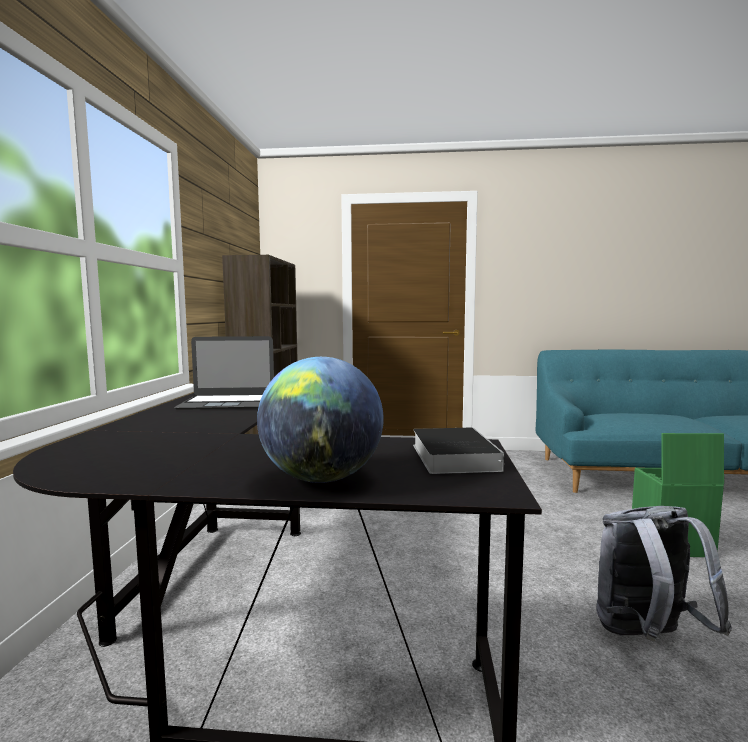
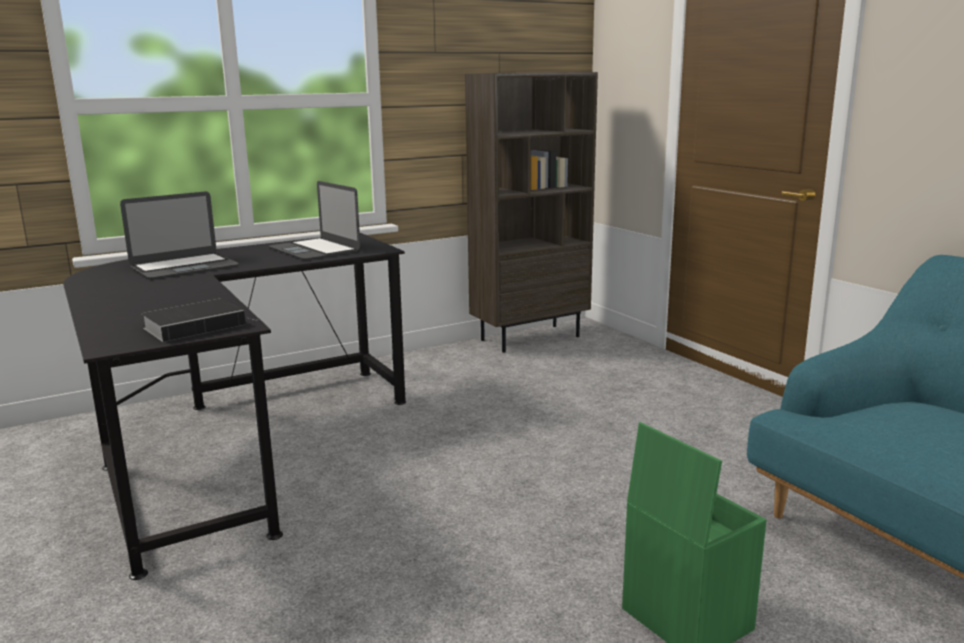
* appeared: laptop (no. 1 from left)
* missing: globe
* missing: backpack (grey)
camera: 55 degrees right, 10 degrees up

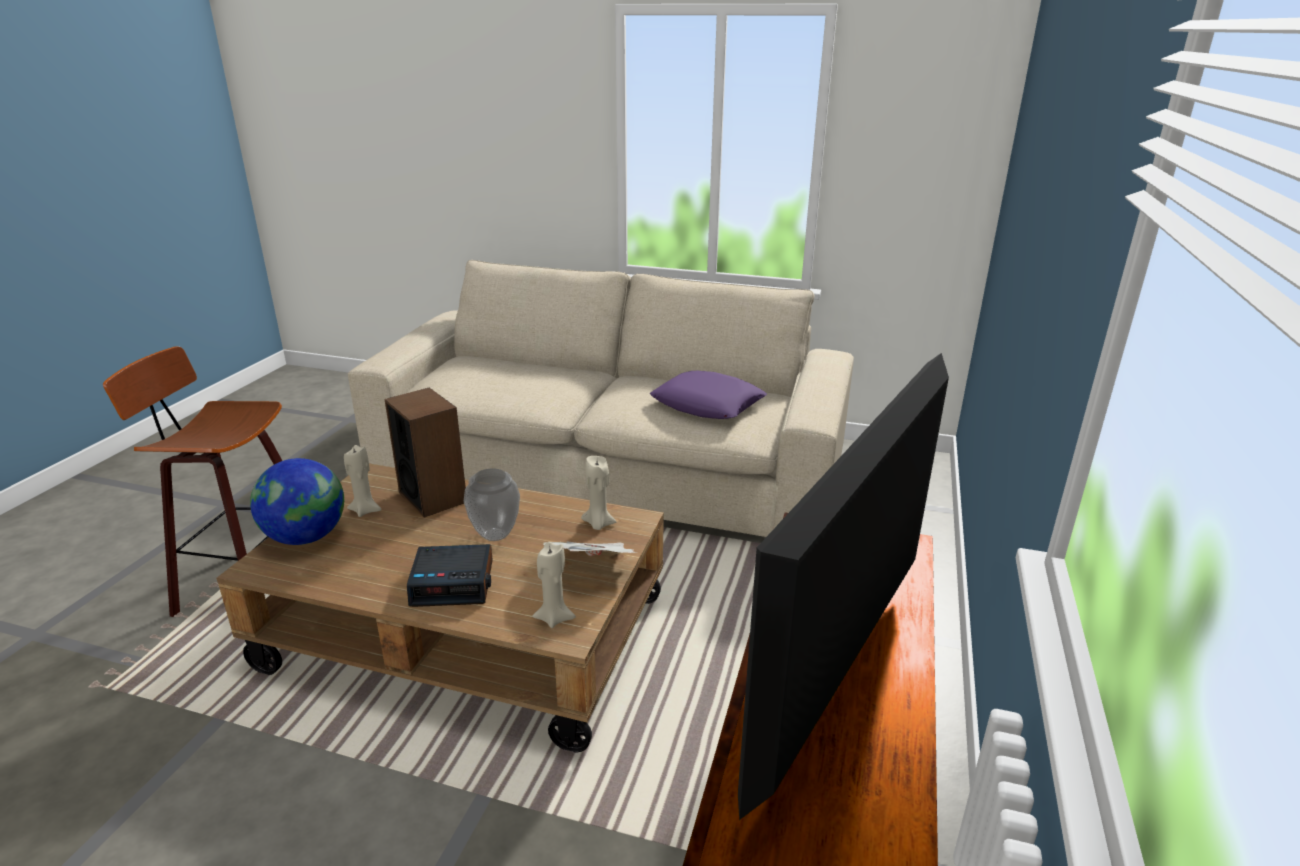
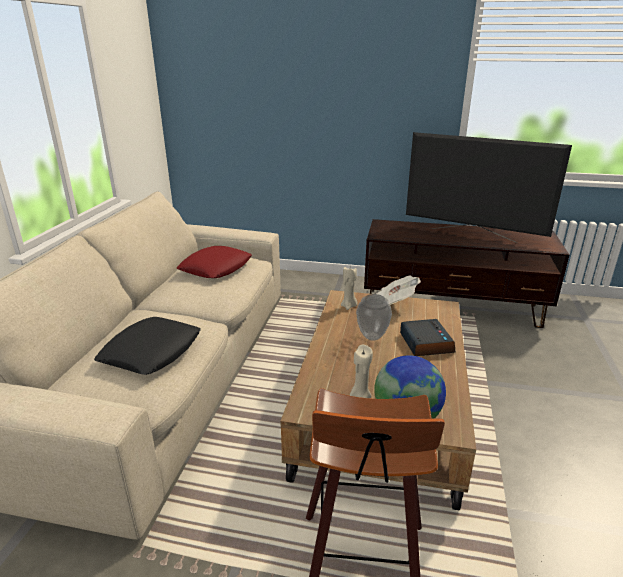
* appeared: pillow (black)
* colour: pillow (purple) to pillow (red)
* missing: speaker
* missing: candle (beige) (no. 2 from left)
camera: 95 degrees left, 0 degrees up

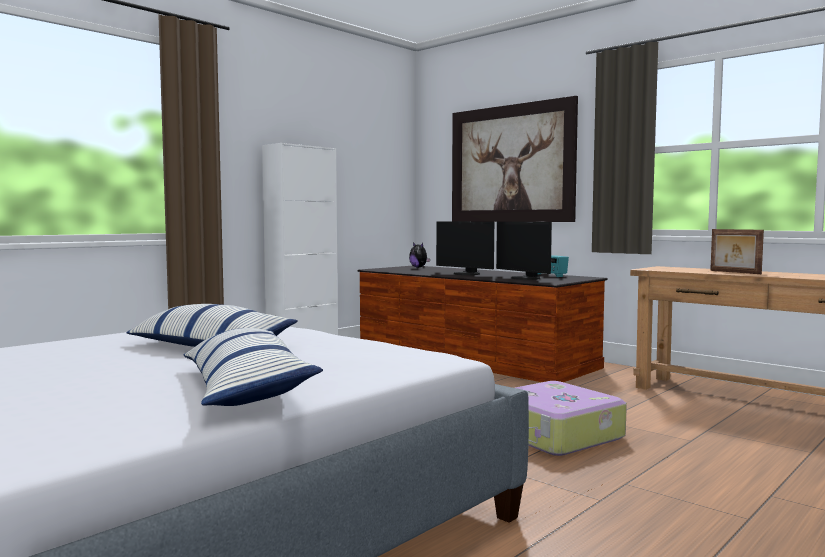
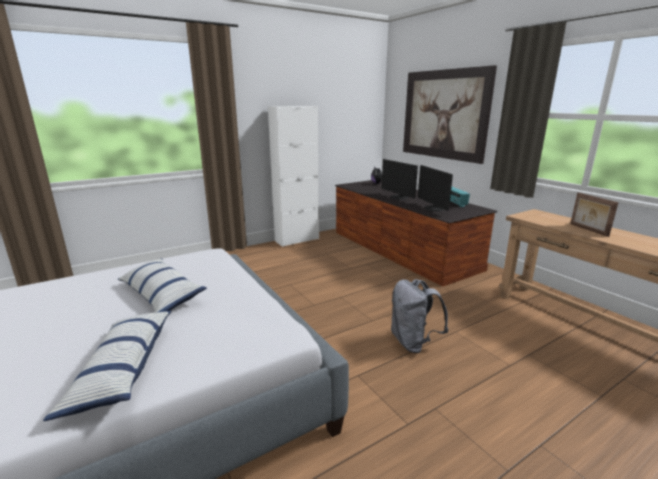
* exchanged: suitcase to backpack (grey)
camera: 15 degrees right, 15 degrees up

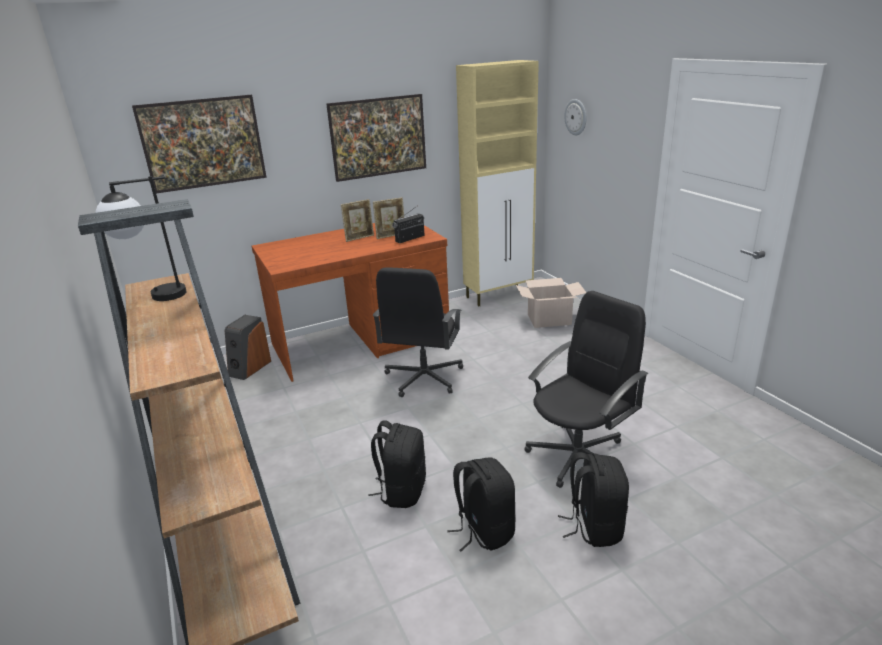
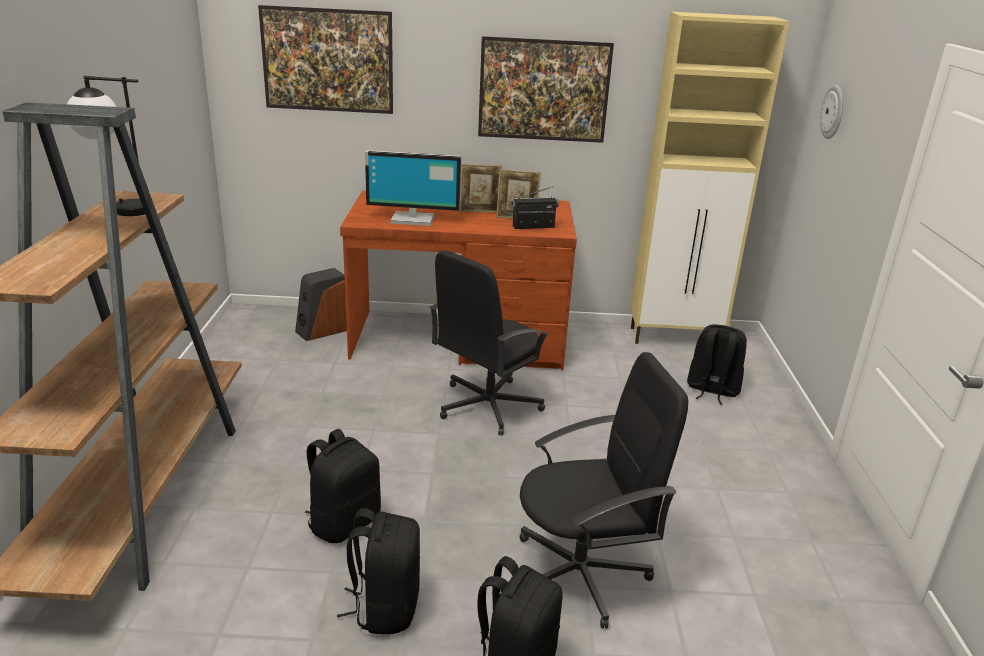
* appeared: monitor
* exchanged: cardboard box to backpack (black) (no. 4 from left)
camera: 25 degrees right, 0 degrees up

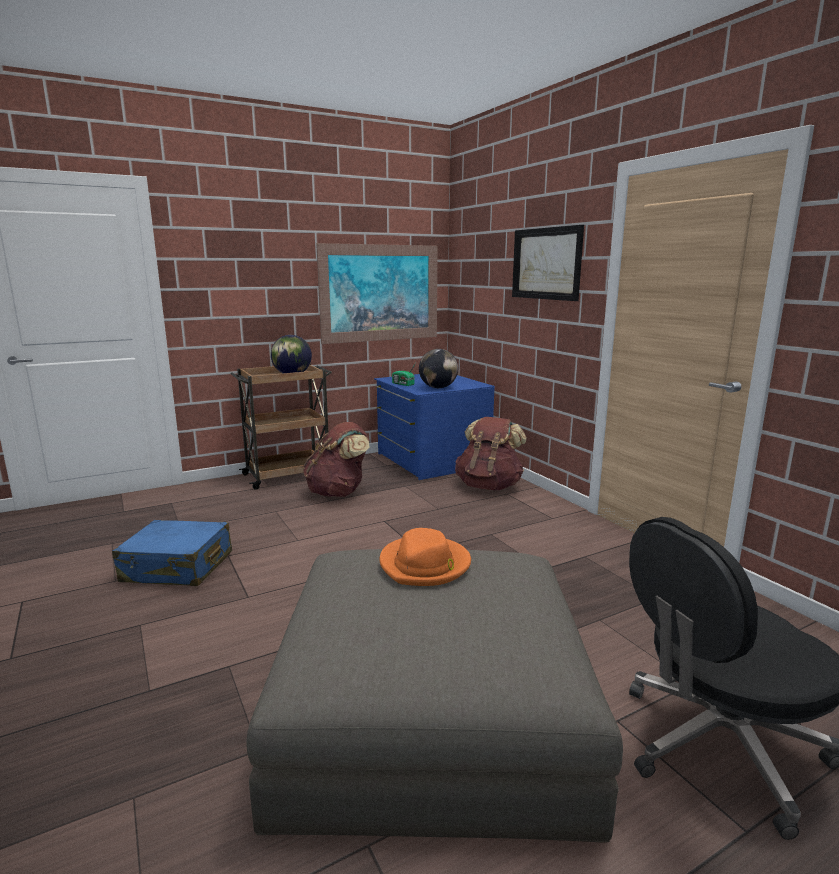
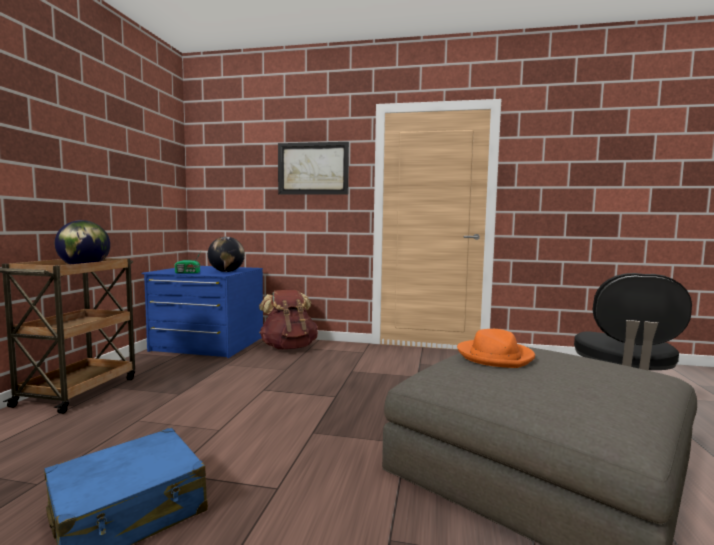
* missing: backpack (brown) (no. 1 from left)
* missing: picture (no. 1 from left)
camera: 50 degrees left, 10 degrees down

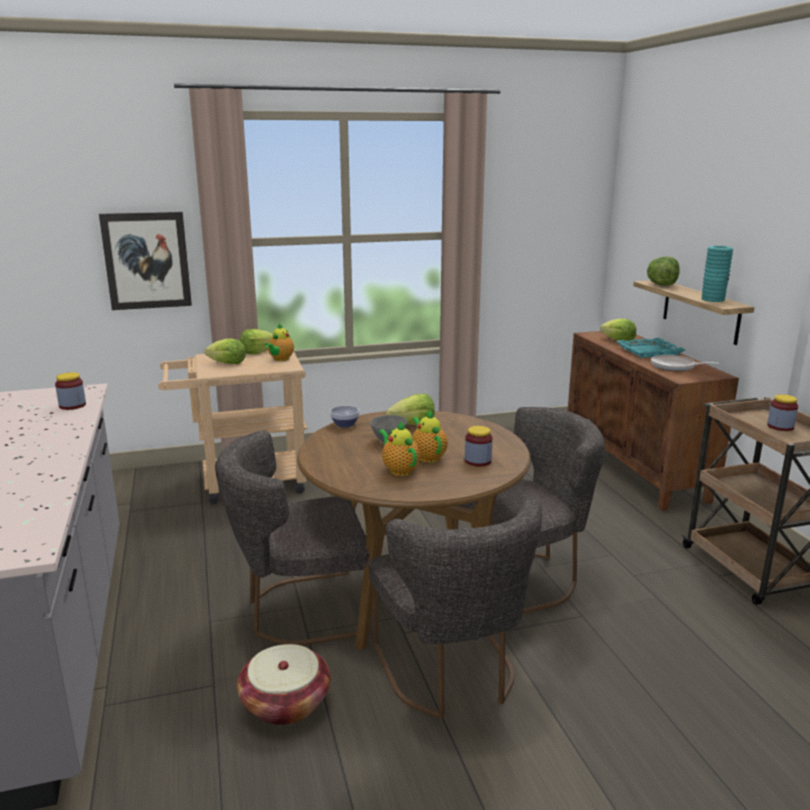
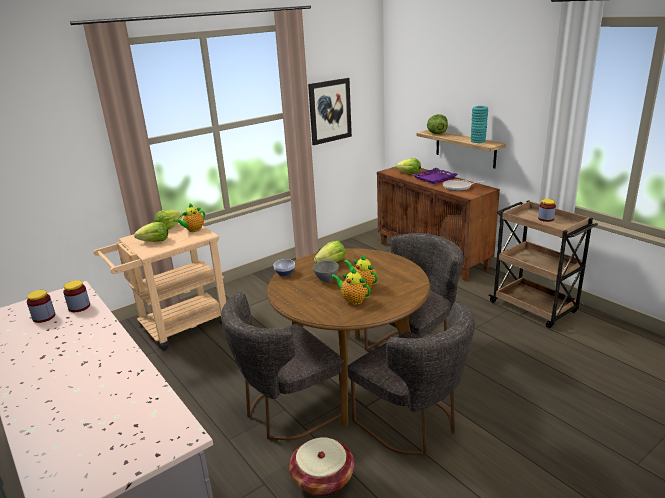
* relocated: jar (no. 2 from left in the first image) to jar (no. 1 from left)
* spun: teapot (no. 1 from left) 45 degrees clockwise
* relocated: picture
* colour: tray (turquoise) to tray (purple)
camera: 20 degrees left, 5 degrees up

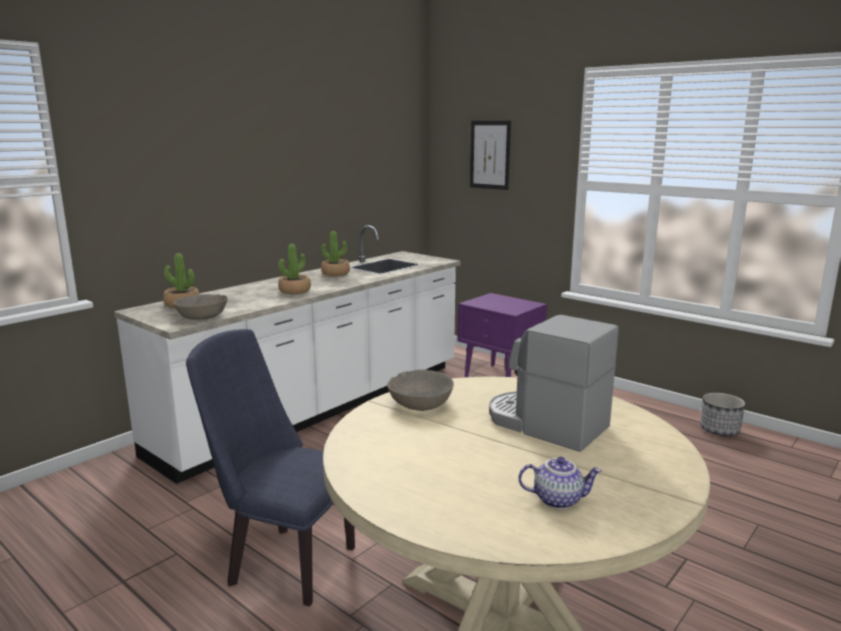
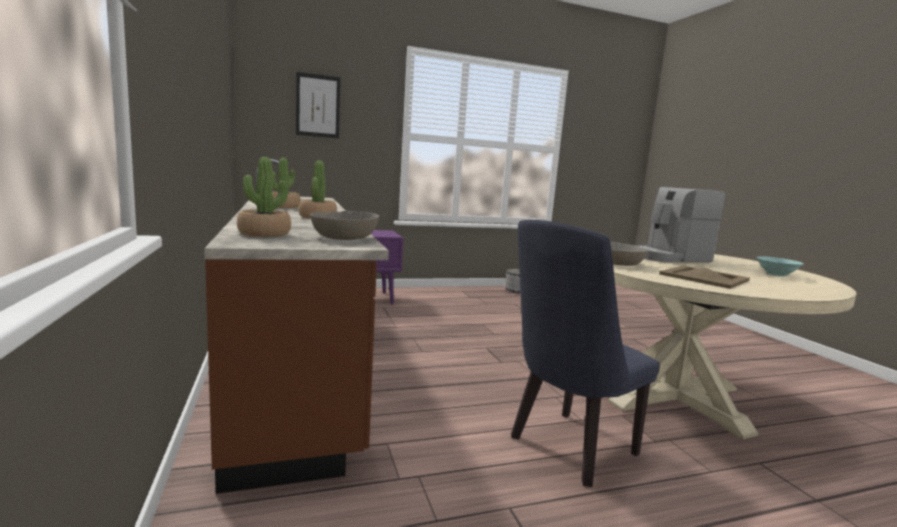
* colour: counter (white) to counter (brown)
* appeared: tray (beige)
* exchanged: teapot to bowl (turquoise)
camera: 60 degrees left, 5 degrees down

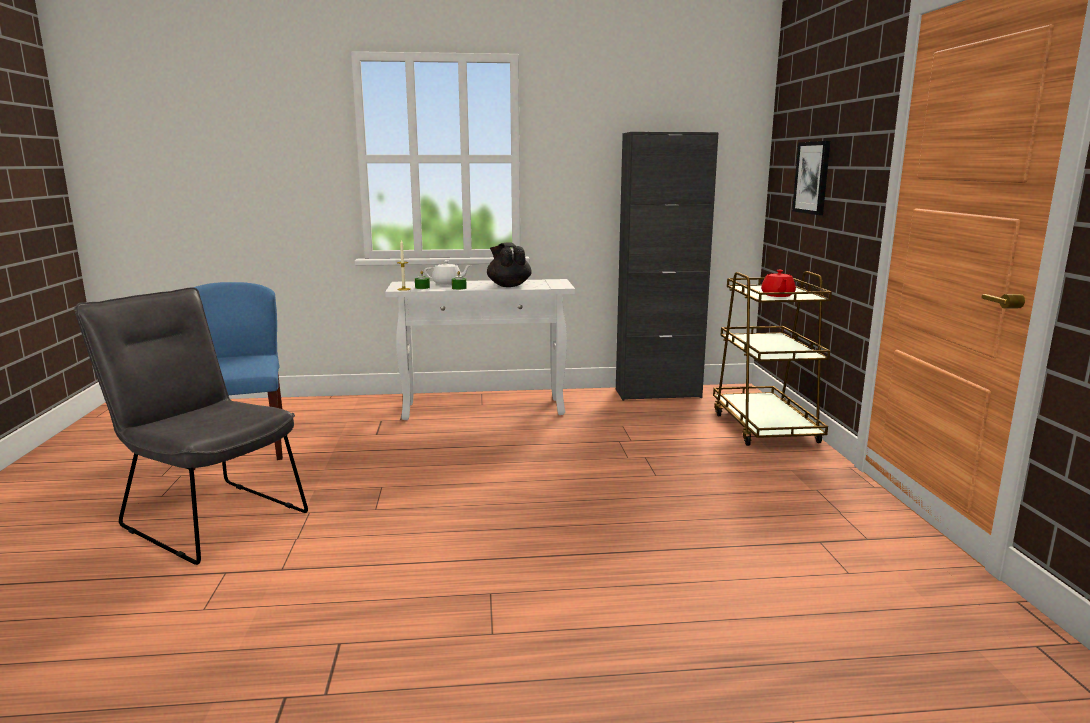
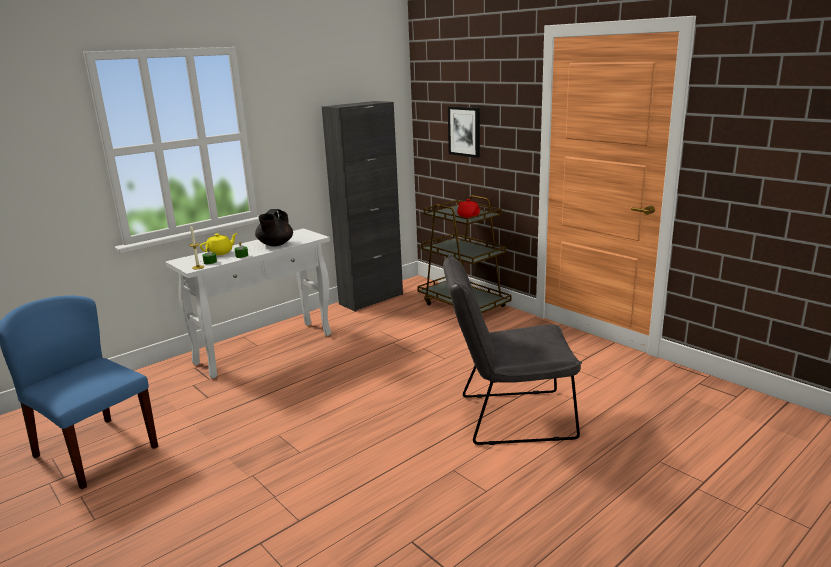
* colour: teapot (white) to teapot (yellow)
* spun: teapot (black) 105 degrees counterclockwise
* relocated: chair (grey)
camera: 35 degrees left, 5 degrees up

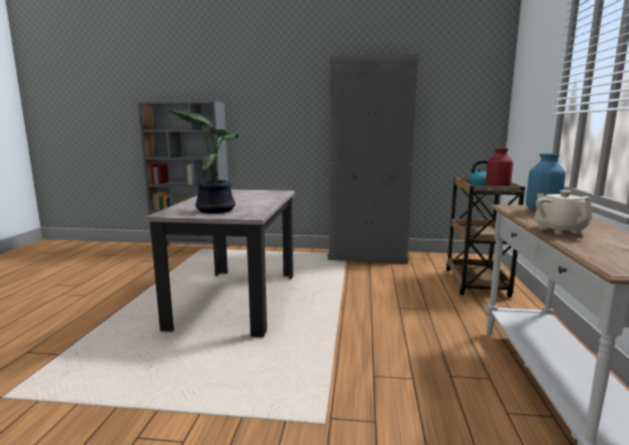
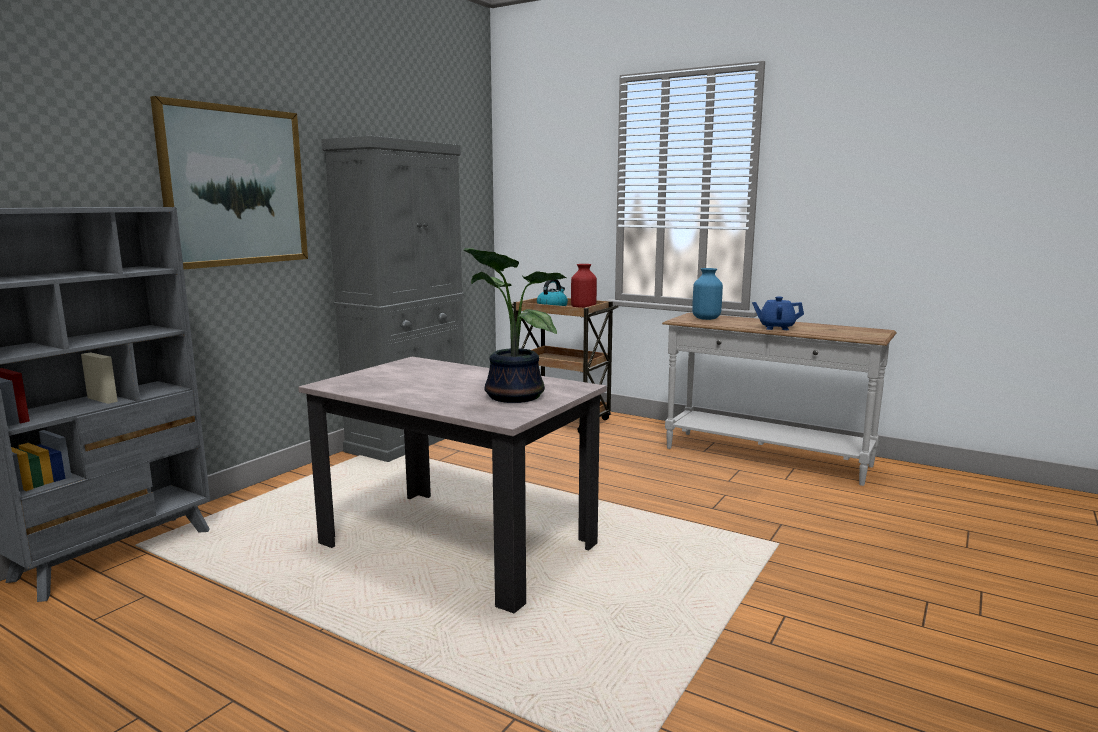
* appeared: picture
* colour: teapot (beige) to teapot (blue)
camera: 65 degrees left, 0 degrees up

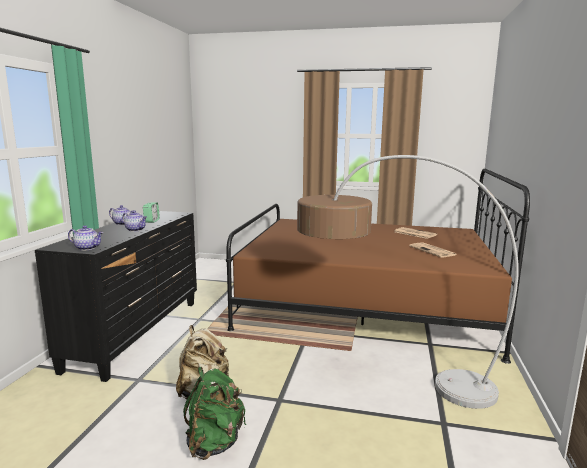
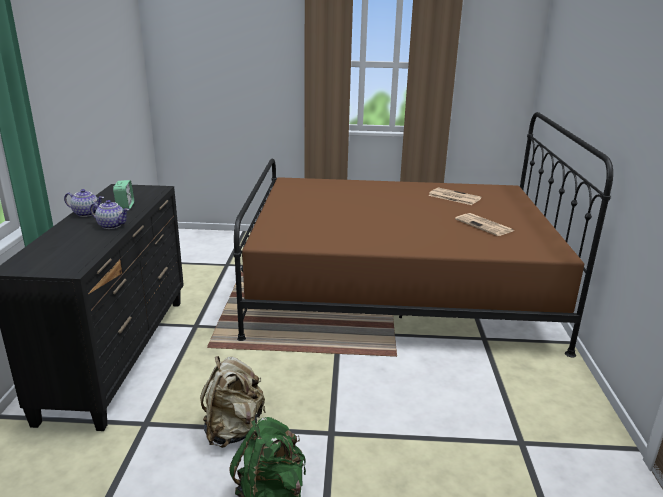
* missing: teapot (no. 1 from left)
* missing: floor lamp
camera: 10 degrees left, 10 degrees up

